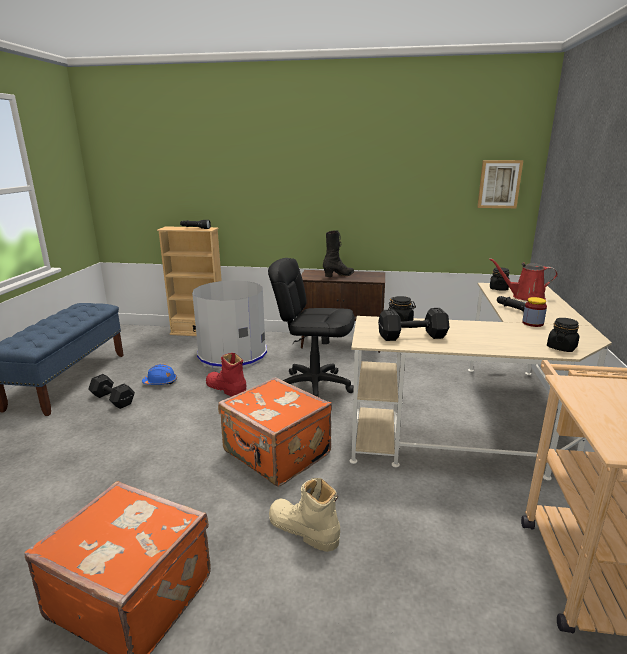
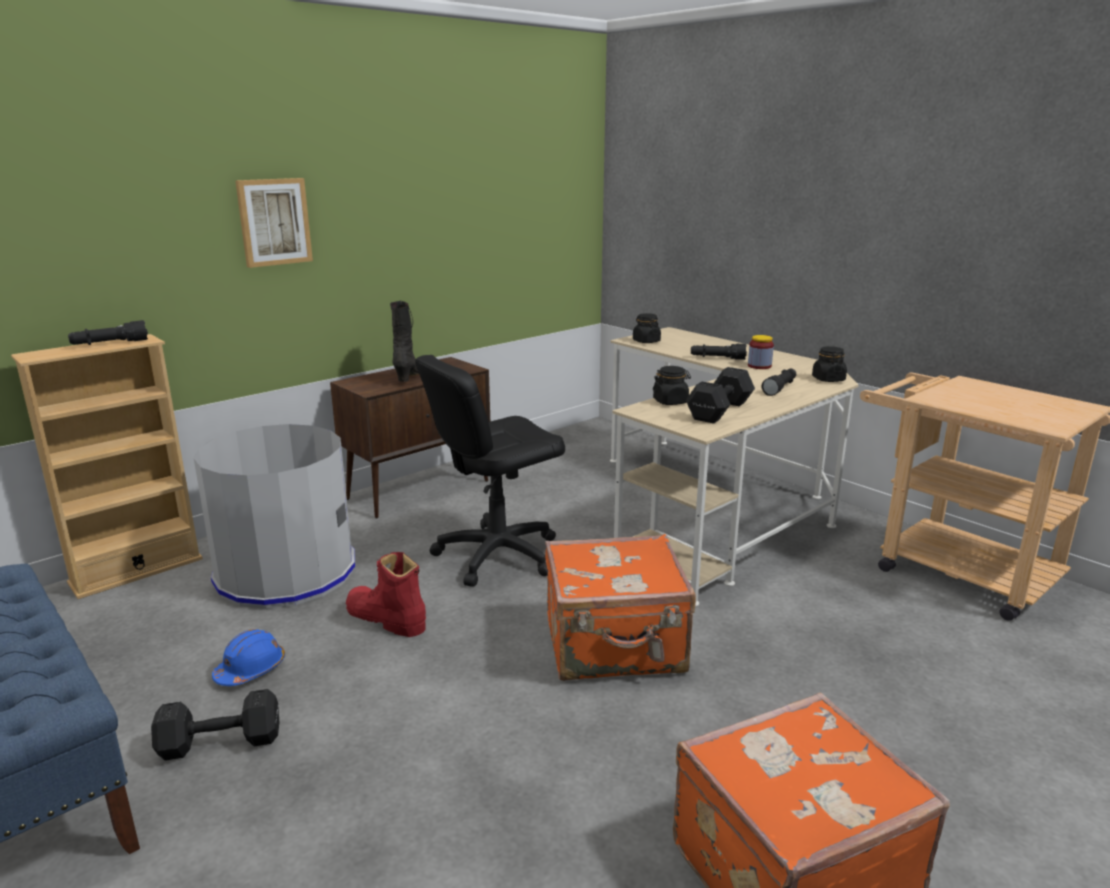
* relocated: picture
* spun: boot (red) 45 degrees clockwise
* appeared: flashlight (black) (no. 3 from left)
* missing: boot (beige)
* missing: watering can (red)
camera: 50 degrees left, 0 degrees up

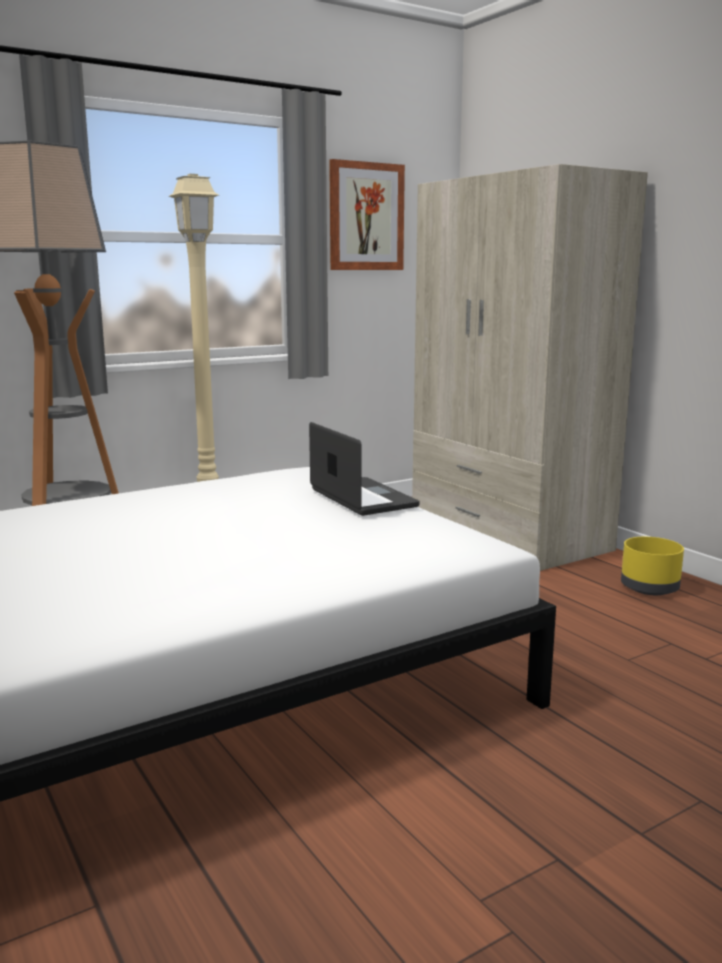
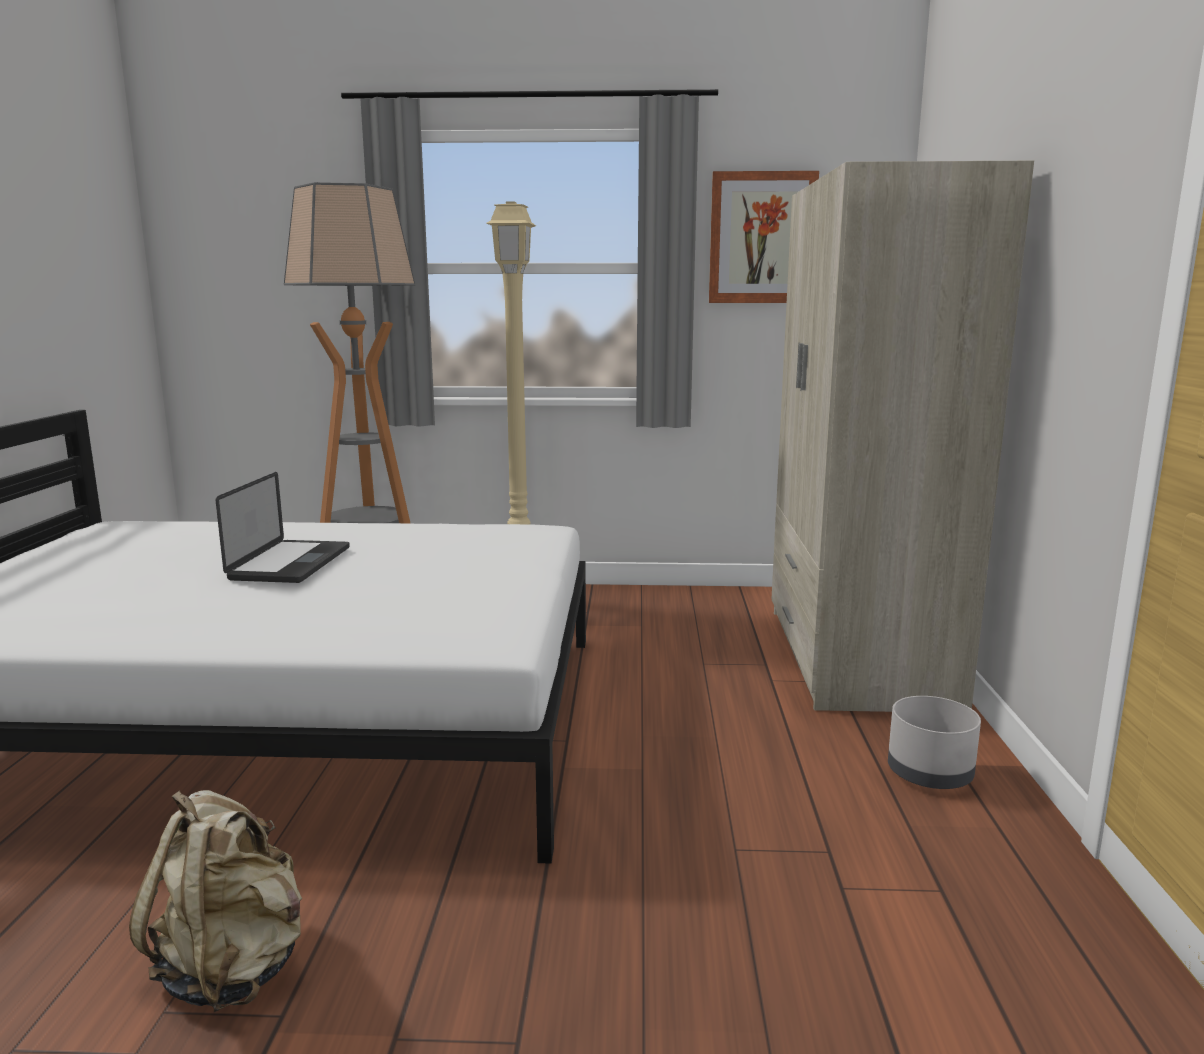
* appeared: backpack (beige)
* relocated: laptop
* colour: planter (yellow) to planter (grey)
camera: 35 degrees right, 0 degrees up

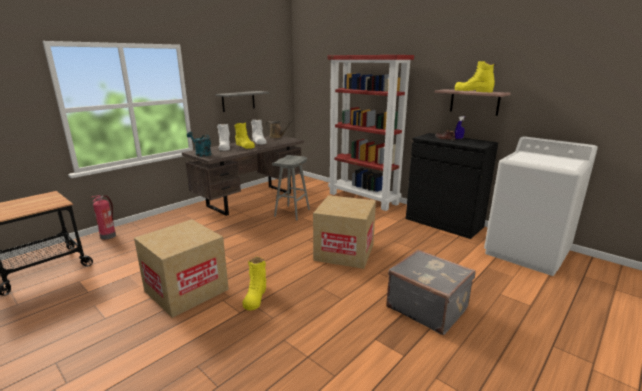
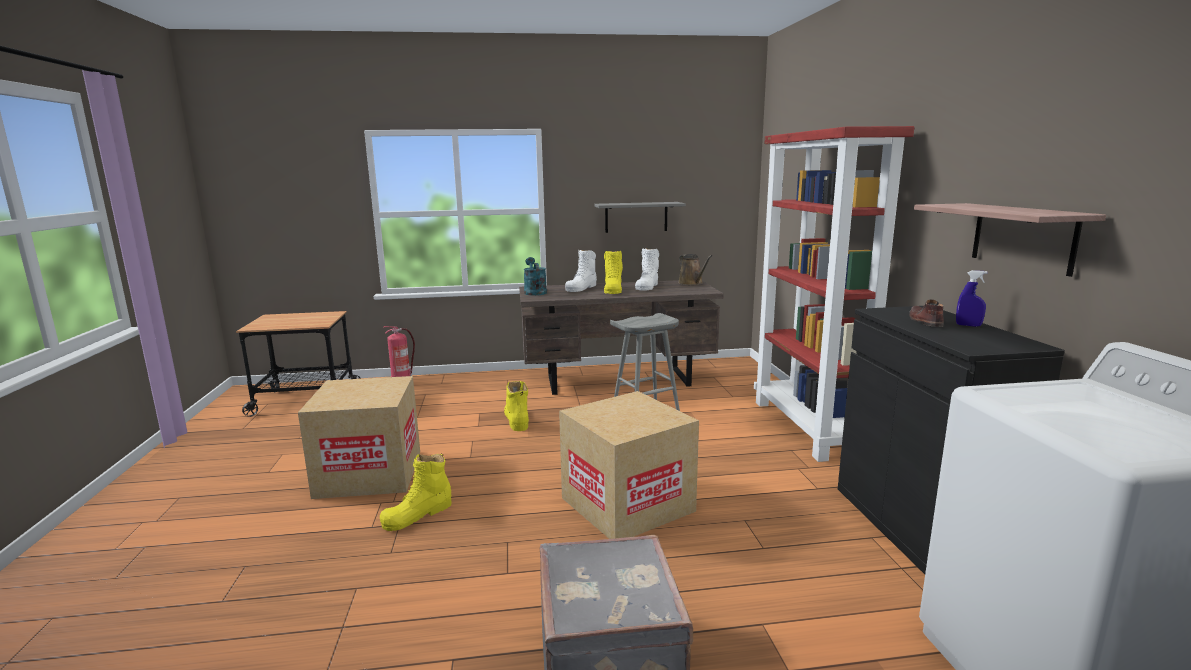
* relocated: boot (yellow) (no. 3 from left in the first image) to boot (yellow) (no. 2 from left)
camera: 40 degrees right, 5 degrees down

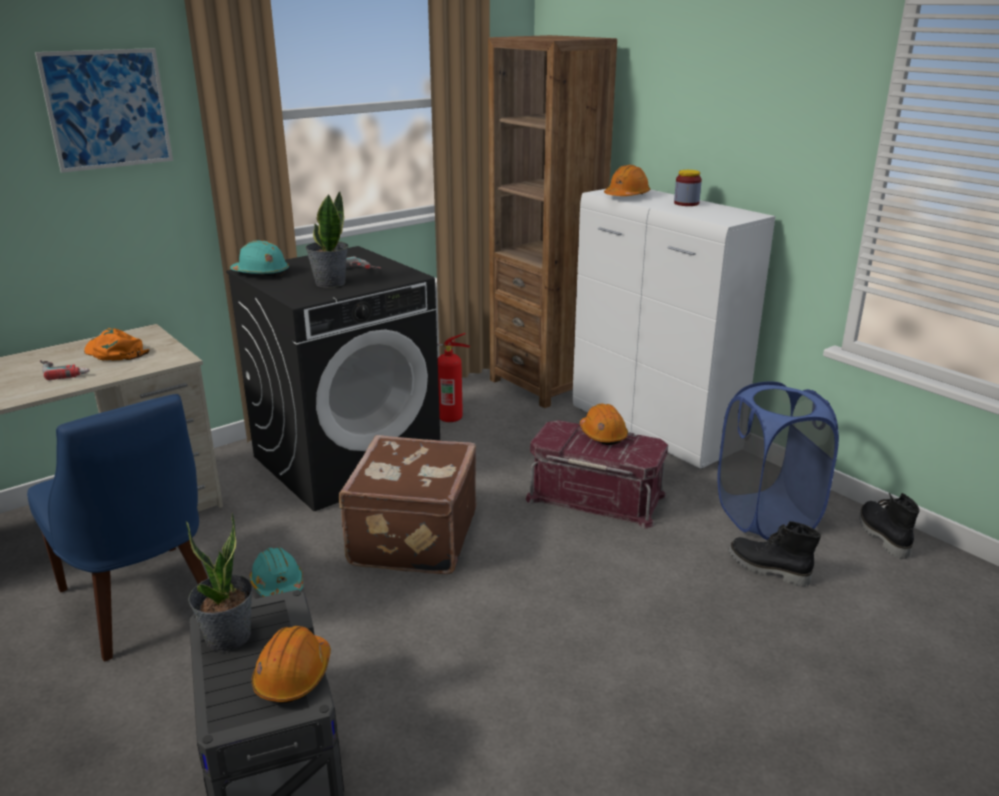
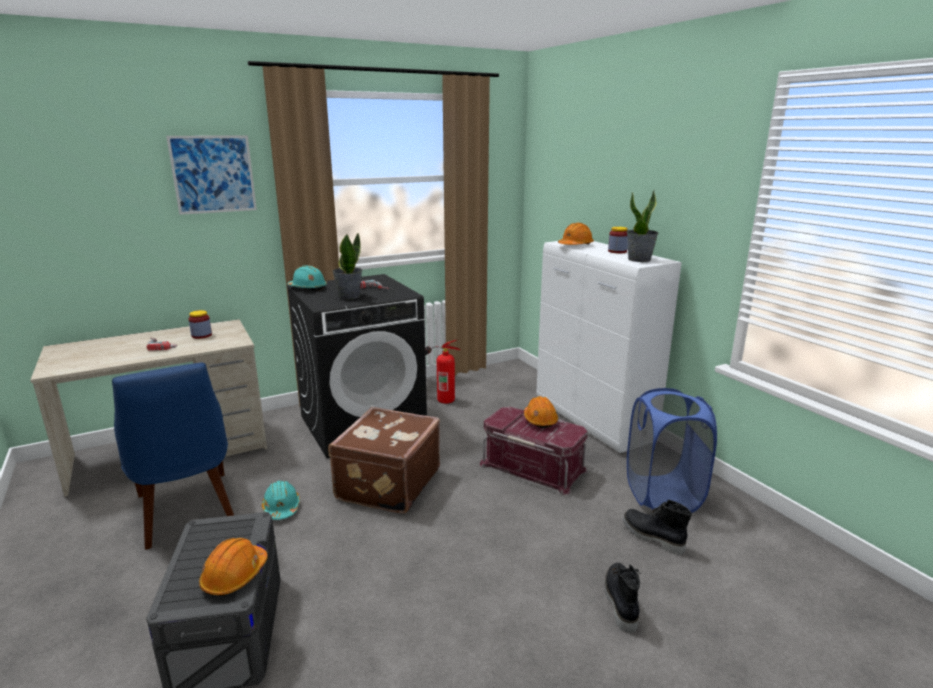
* exchanged: cap (orange) to jar (no. 1 from left)
* relocated: boot (black) (no. 2 from left in the first image) to boot (black) (no. 1 from left)
* relocated: potted plant (no. 1 from left in the first image) to potted plant (no. 2 from left)
* missing: bookcase (brown)
camera: 10 degrees right, 5 degrees down

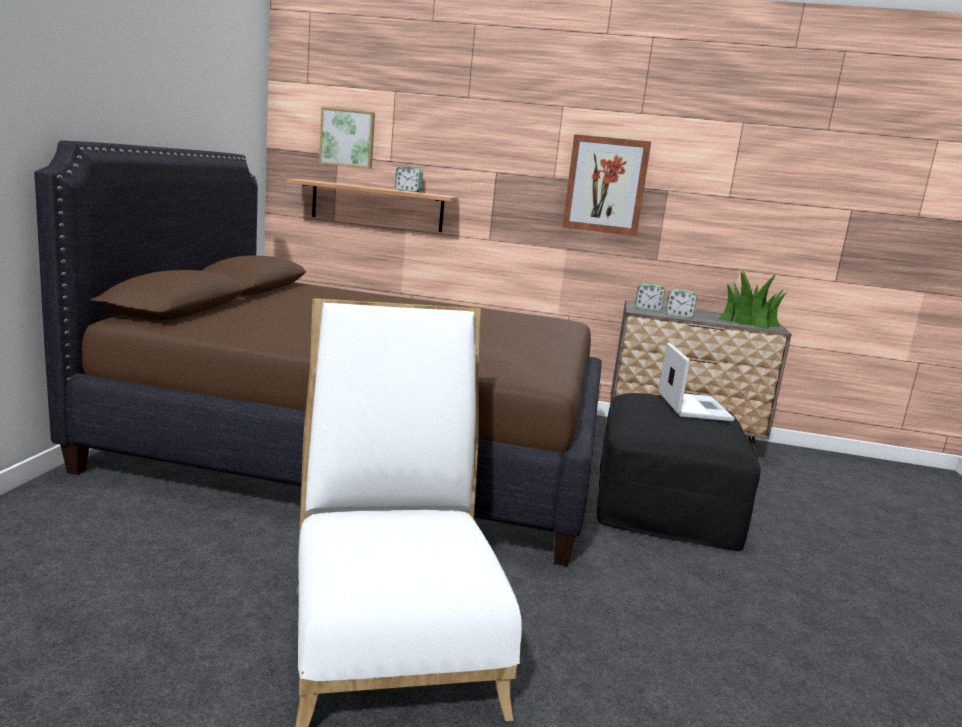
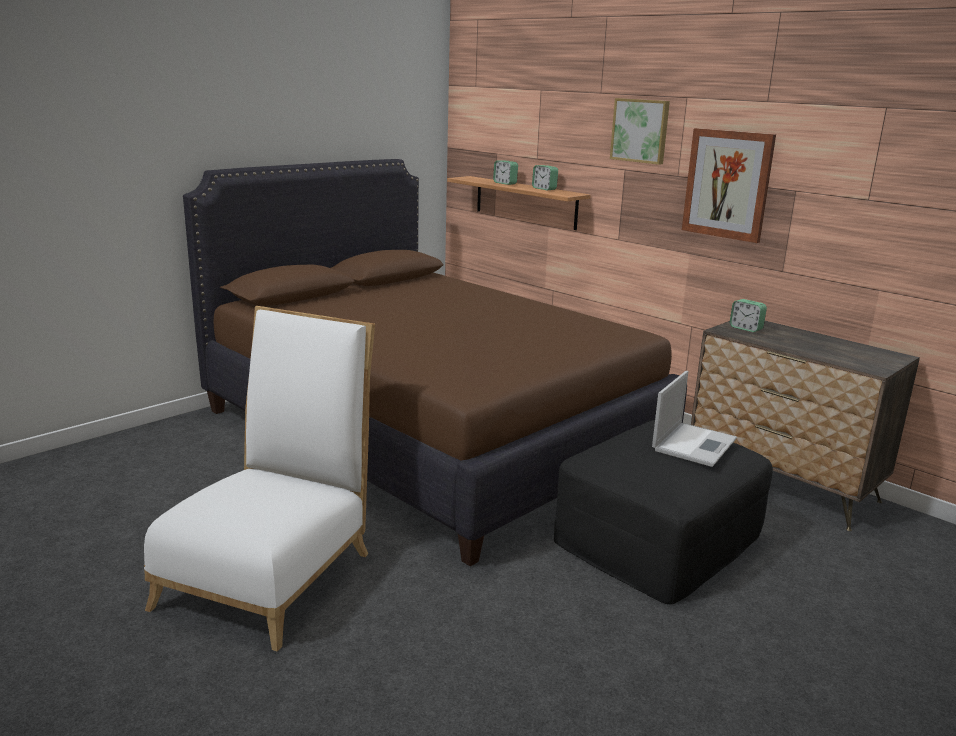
* relocated: alarm clock (no. 3 from left in the first image) to alarm clock (no. 1 from left)
* relocated: picture (no. 1 from left)
* missing: potted plant
camera: 35 degrees right, 5 degrees up

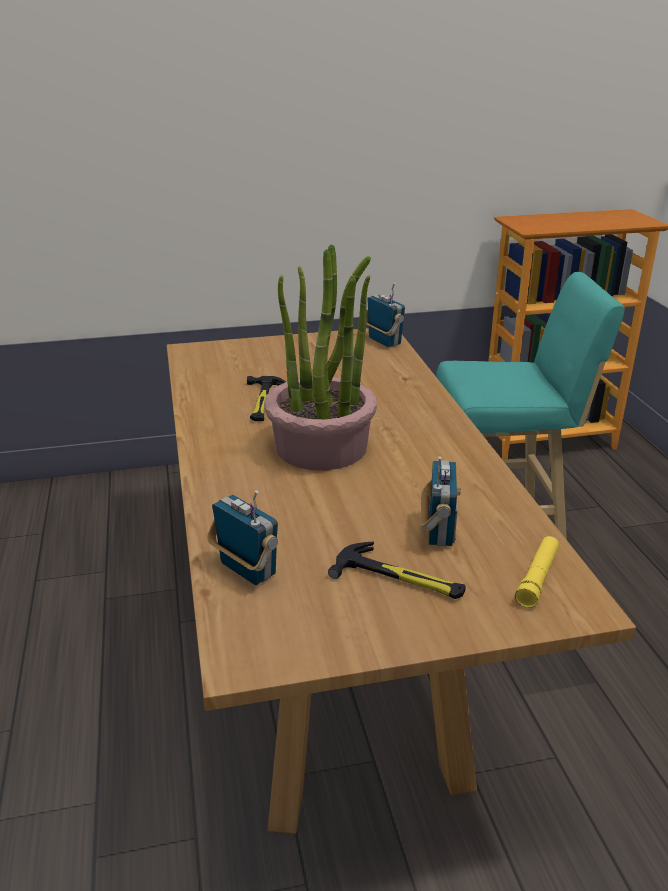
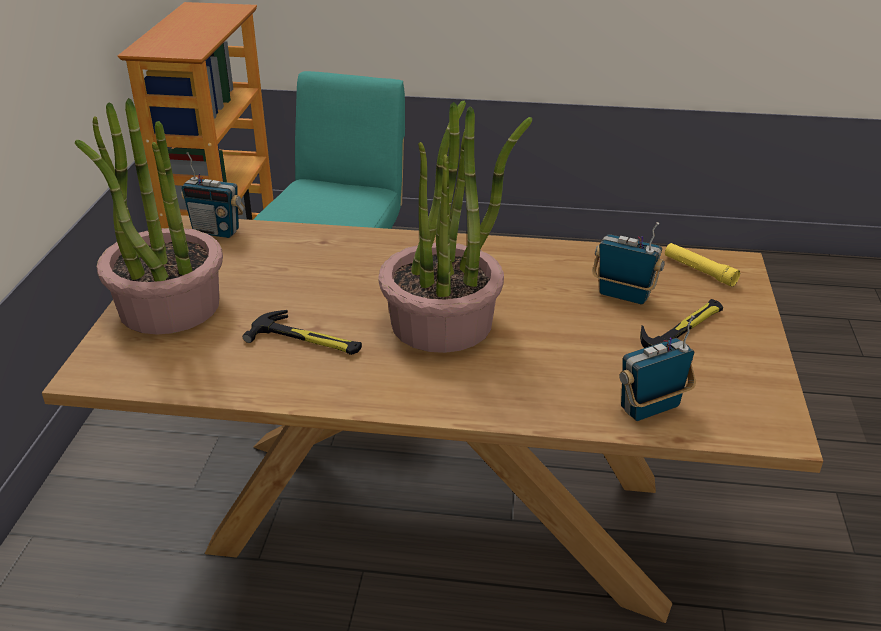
* appeared: potted plant (no. 1 from left)
* spun: radio (no. 2 from left in the first image) 150 degrees counterclockwise
camera: 70 degrees left, 5 degrees up

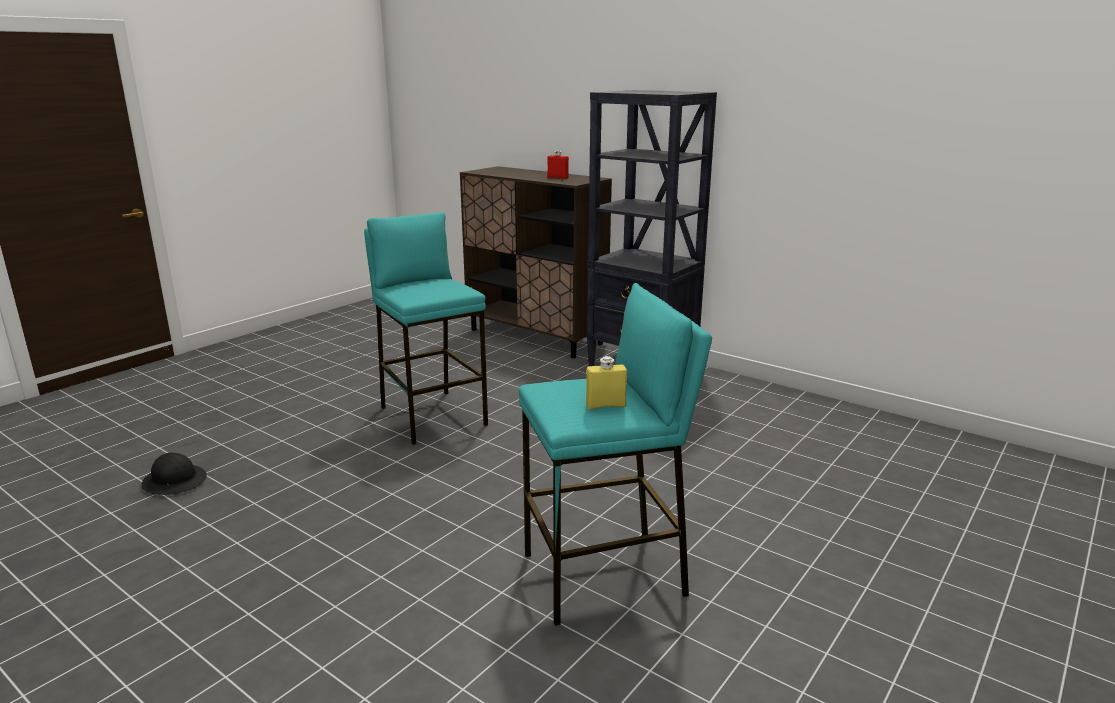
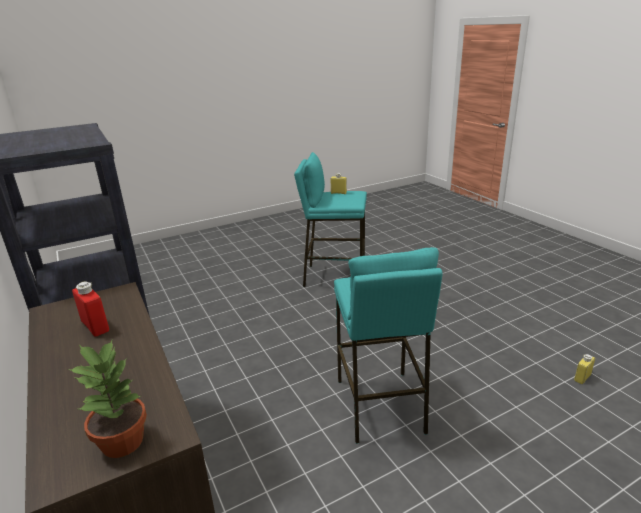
* appeared: potted plant
* exchanged: hard hat (black) to bottle (yellow) (no. 2 from left)
camera: 155 degrees left, 5 degrees up

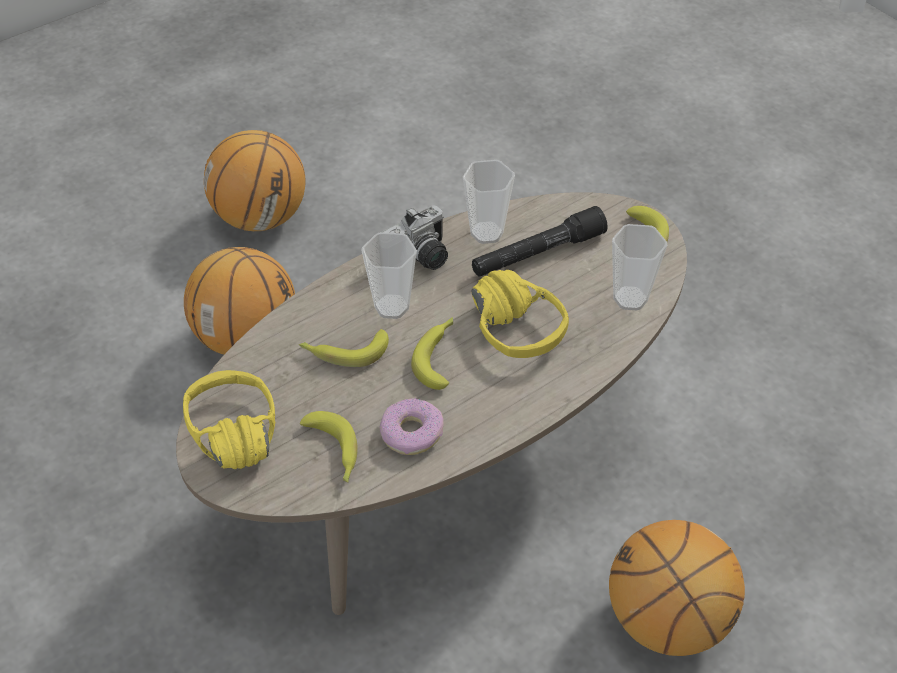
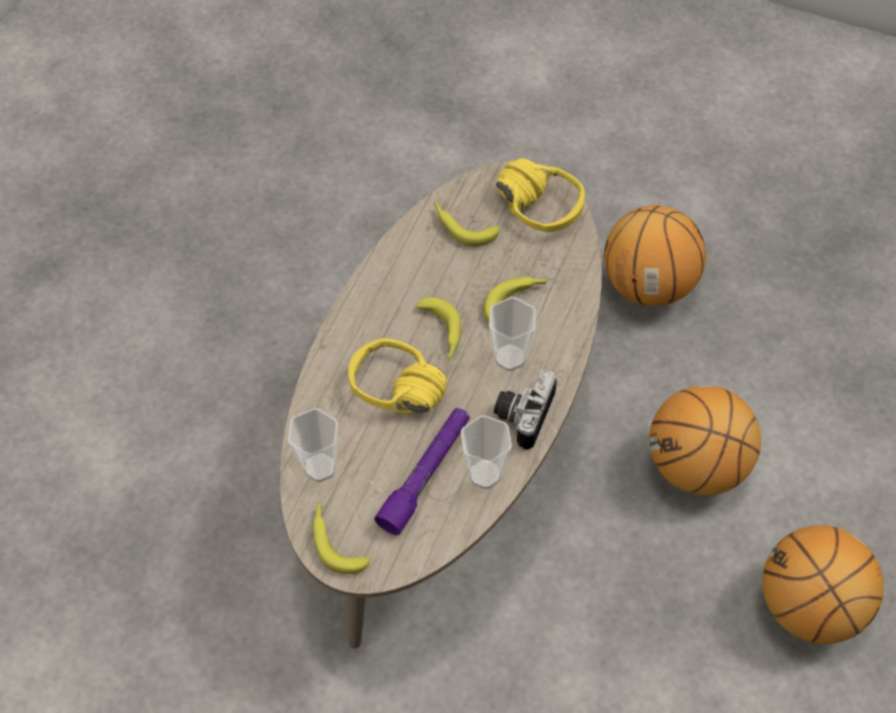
* colour: flashlight (black) to flashlight (purple)
* relocated: basketball (no. 3 from left in the first image) to basketball (no. 1 from left)
* missing: donut
camera: 150 degrees right, 10 degrees up

